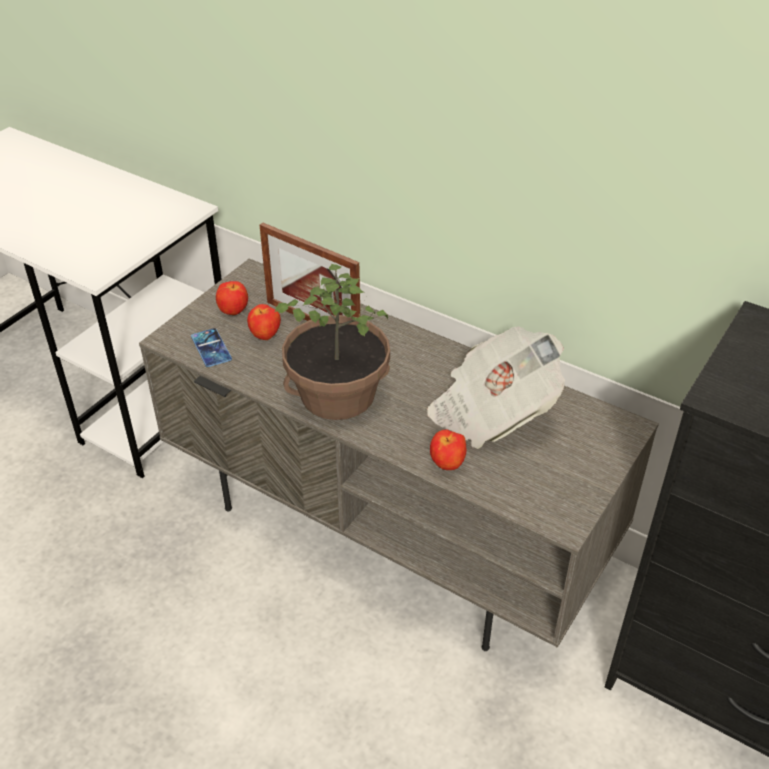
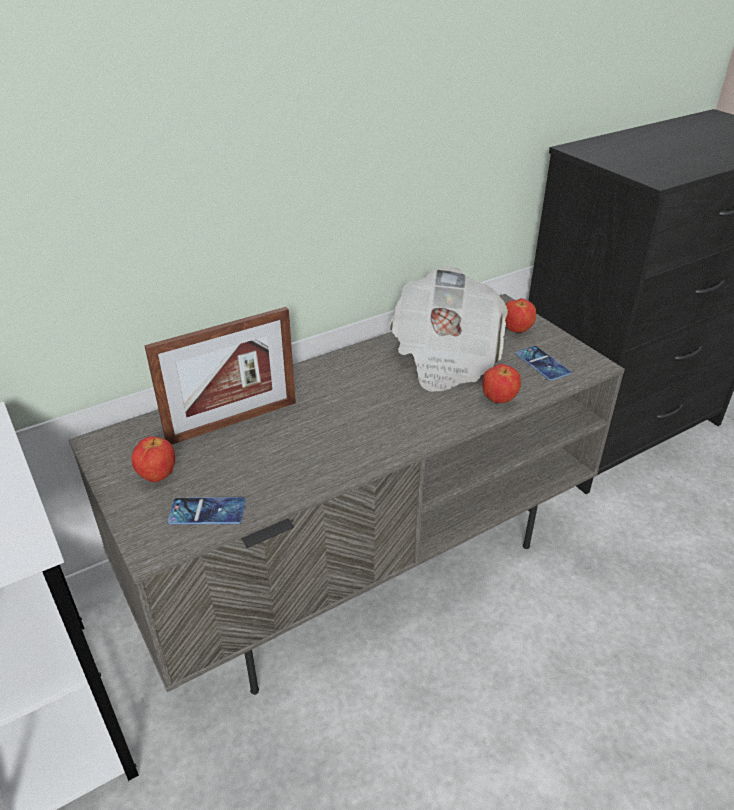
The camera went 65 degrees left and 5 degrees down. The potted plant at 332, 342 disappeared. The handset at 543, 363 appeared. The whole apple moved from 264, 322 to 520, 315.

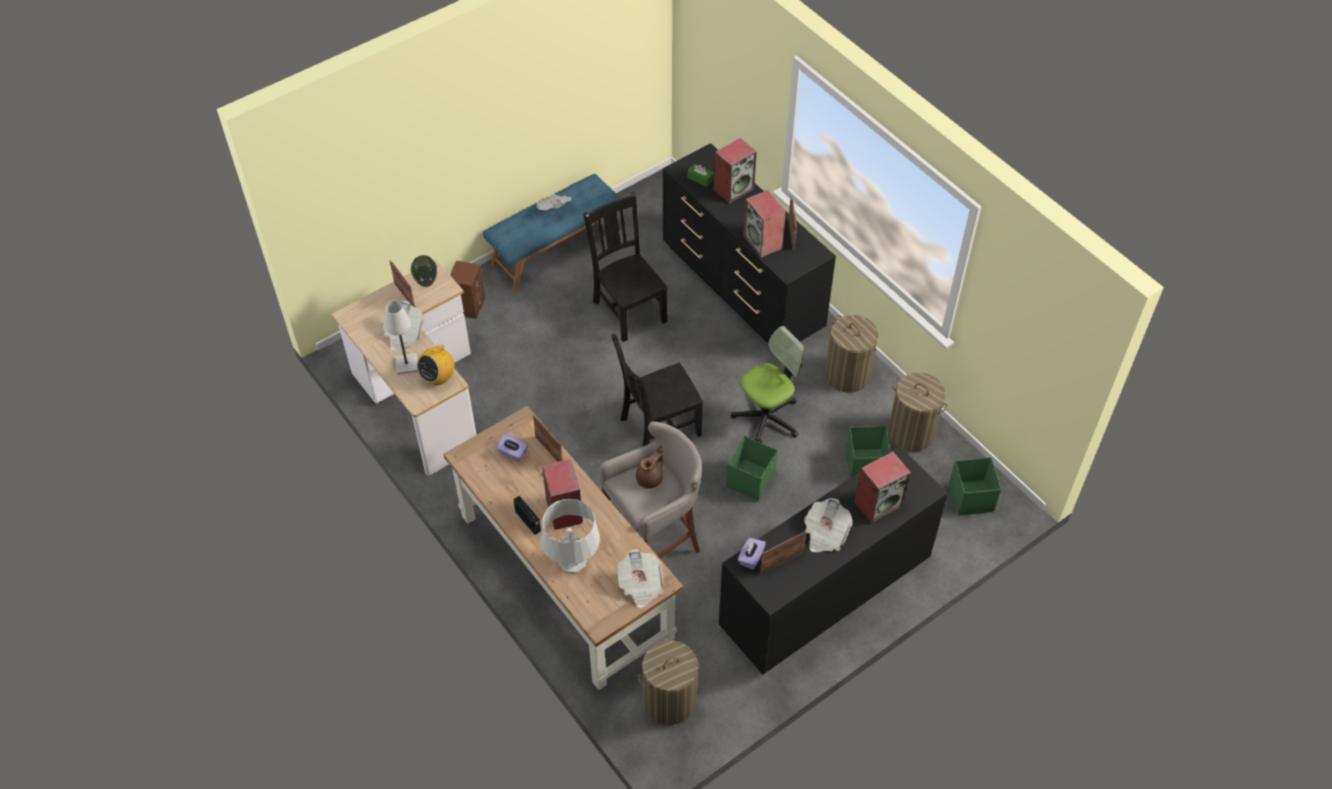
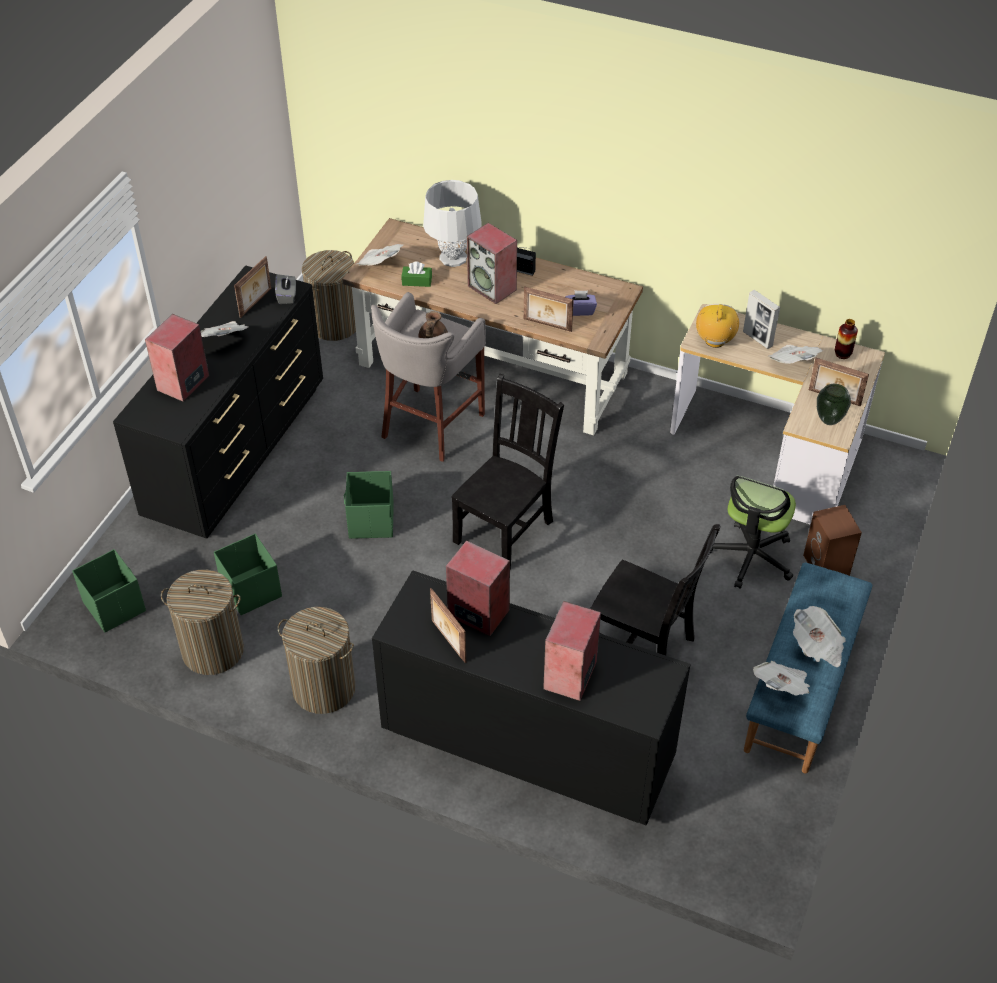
The camera went 150 degrees right and 5 degrees down. The printed paper at 781, 678 appeared. The vase at 846, 339 appeared. The greenish box of tissues moved from 701, 175 to 417, 274. The computer chair moved from 767, 384 to 753, 532. The white tabletop lamp at 401, 338 was replaced by the photo frame at 762, 319. The purple box of tissues at 752, 554 became the gray box of tissues at 285, 289.

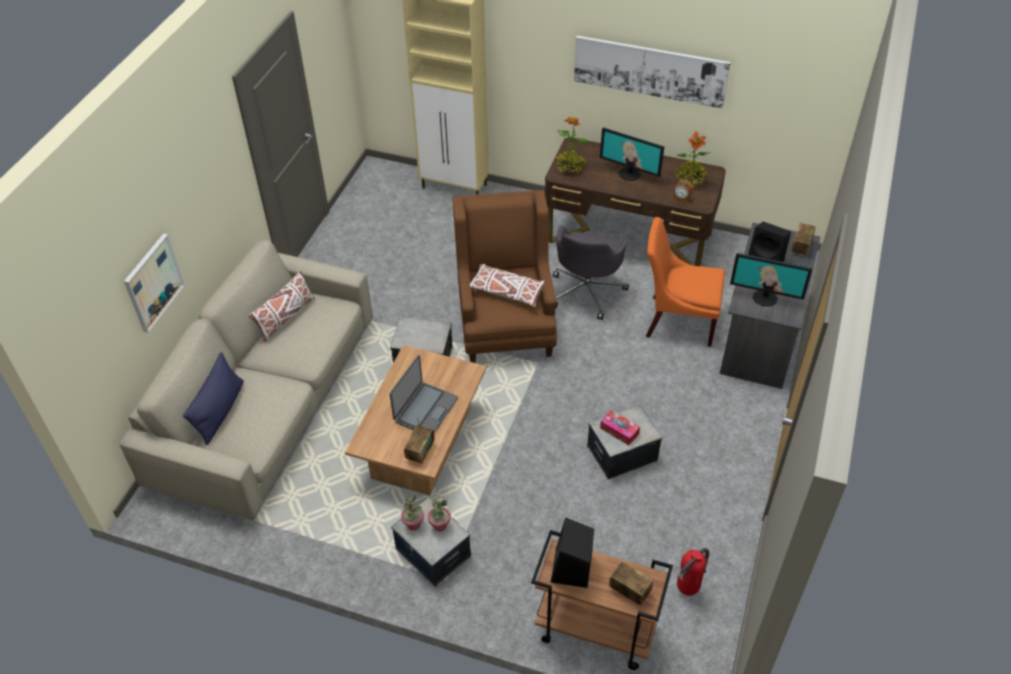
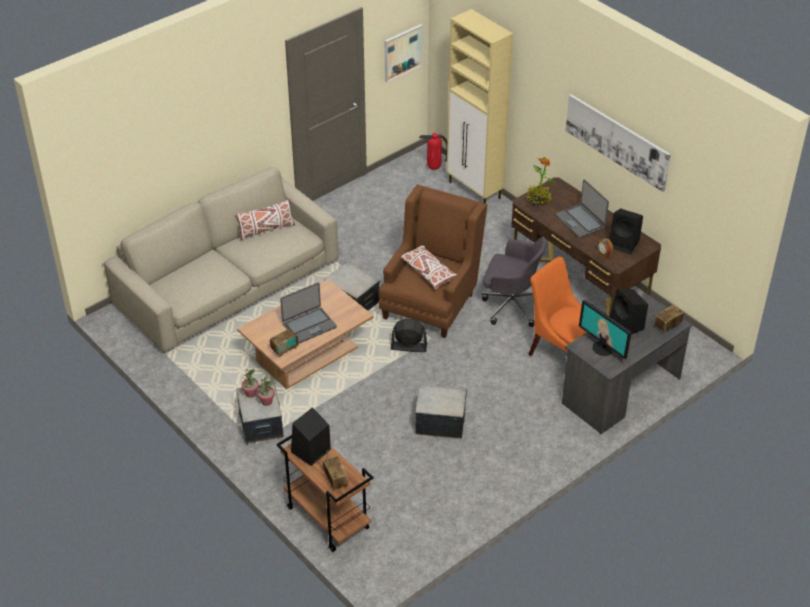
The camera went 30 degrees right and 5 degrees down. The blue throw pillow at 213, 398 disappeared. The box of tissues at 620, 428 disappeared. The black cooling fan at 409, 335 appeared. The wall art moved from 154, 283 to 404, 53. The fire extinguisher moved from 693, 572 to 433, 151. The computer display at 632, 154 was replaced by the laptop at 582, 208. The potted plant at 692, 159 was replaced by the black speaker at 626, 231. The gray computer chair at 591, 272 turned 120 degrees counterclockwise.

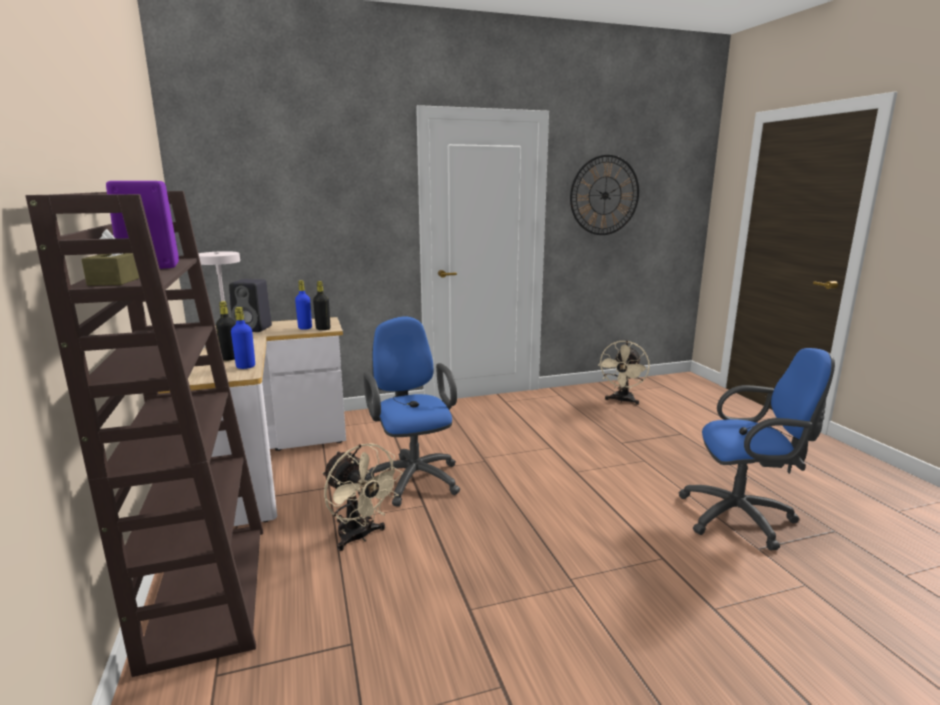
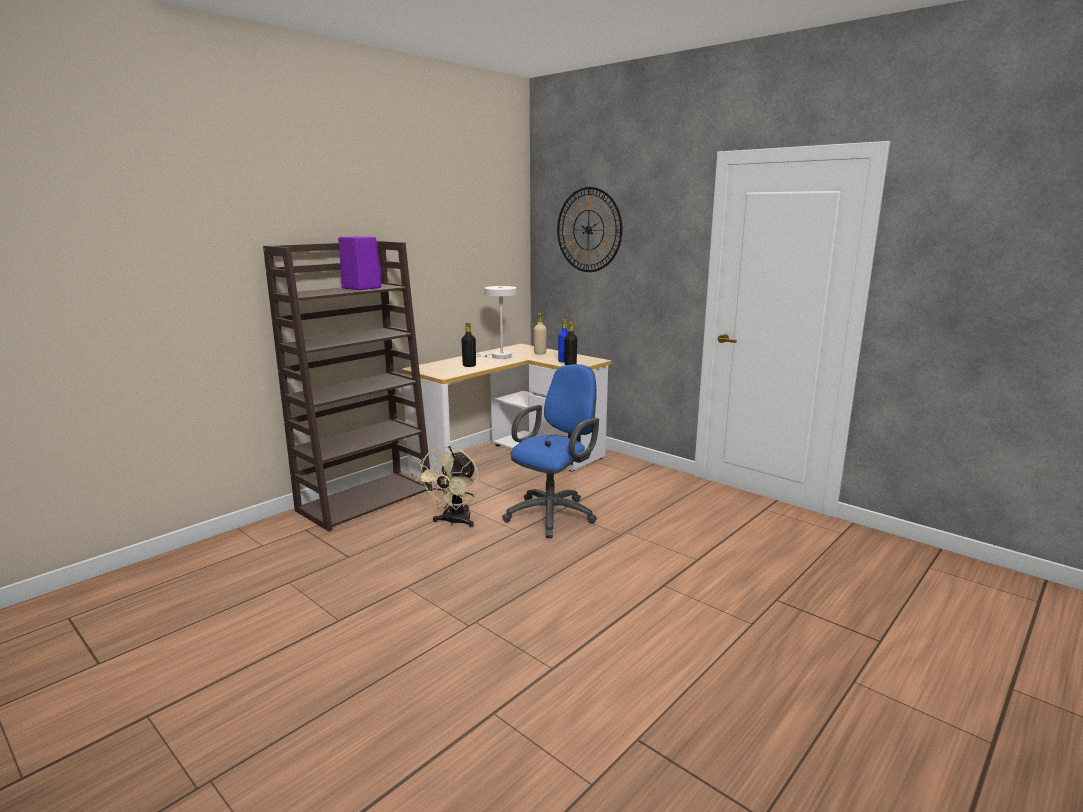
The camera went 60 degrees right and 0 degrees up. The brownish box of tissues at 110, 257 disappeared. The blue bottle at 243, 338 disappeared. The beige-coloured cooling fan at 623, 373 disappeared. The blue computer chair at 756, 449 disappeared. The wall clock moved from 604, 195 to 589, 229. The black speaker at 250, 305 was replaced by the beige-coloured bottle at 540, 334.

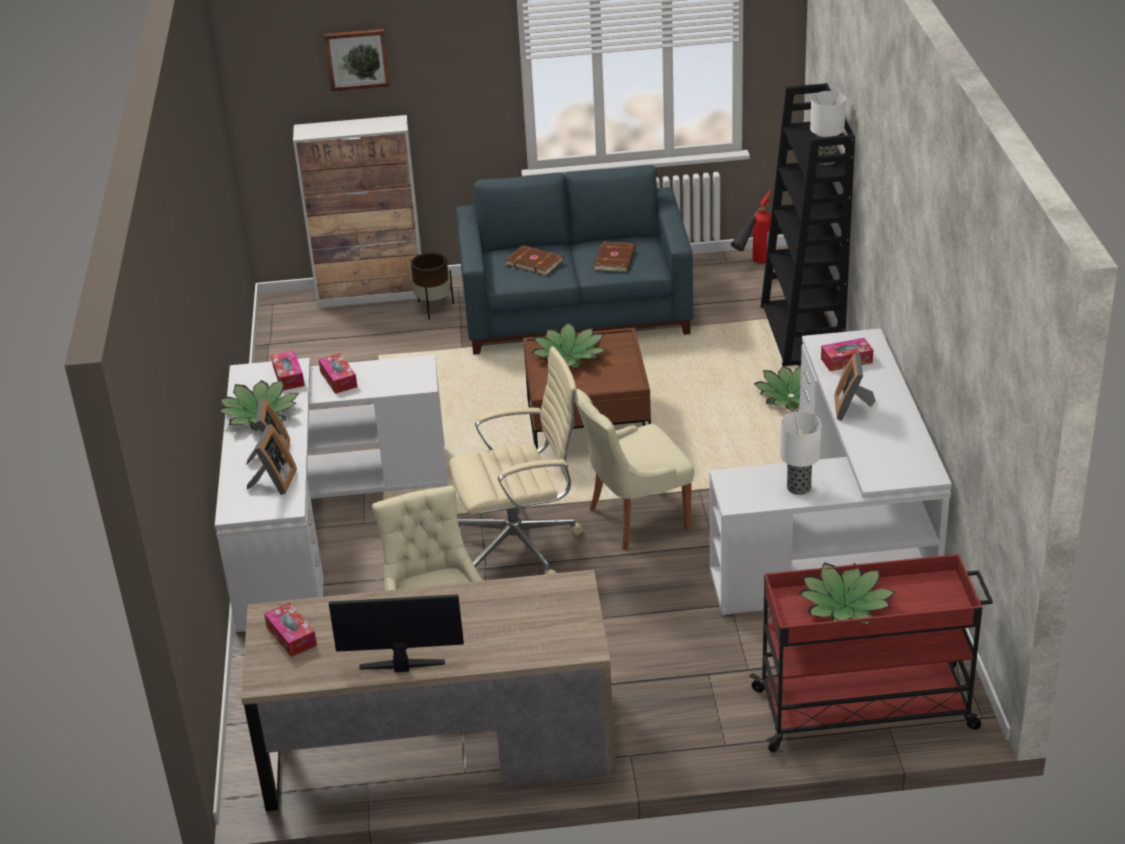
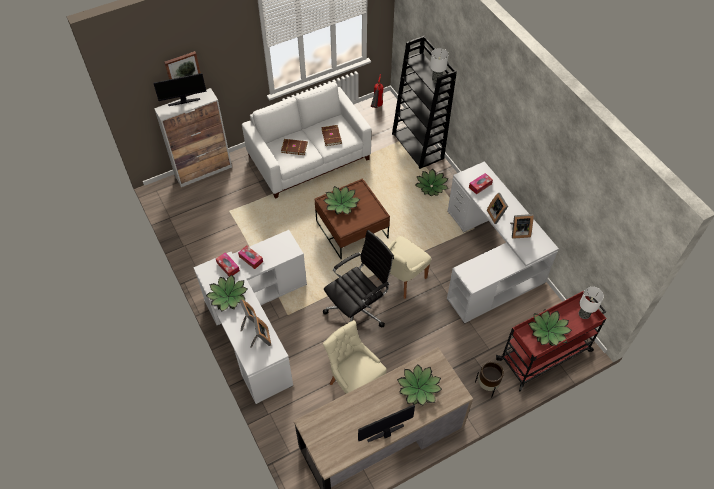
The camera went 25 degrees left and 20 degrees up. The box of tissues at 290, 629 disappeared. The computer display at 180, 89 appeared. The potted plant at 419, 385 appeared. The photo frame at 522, 226 appeared. The brownish plant pot moved from 432, 286 to 489, 380. The tabletop lamp moved from 801, 453 to 591, 302. The beige-coloured computer chair at 516, 460 became the black computer chair at 358, 278. The blue sofa at 574, 260 became the white sofa at 306, 140.

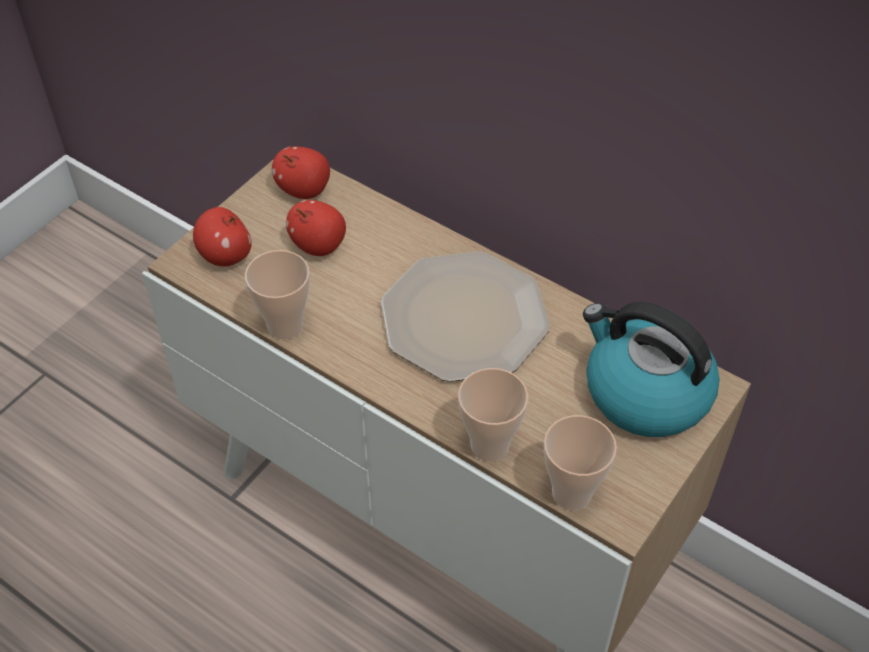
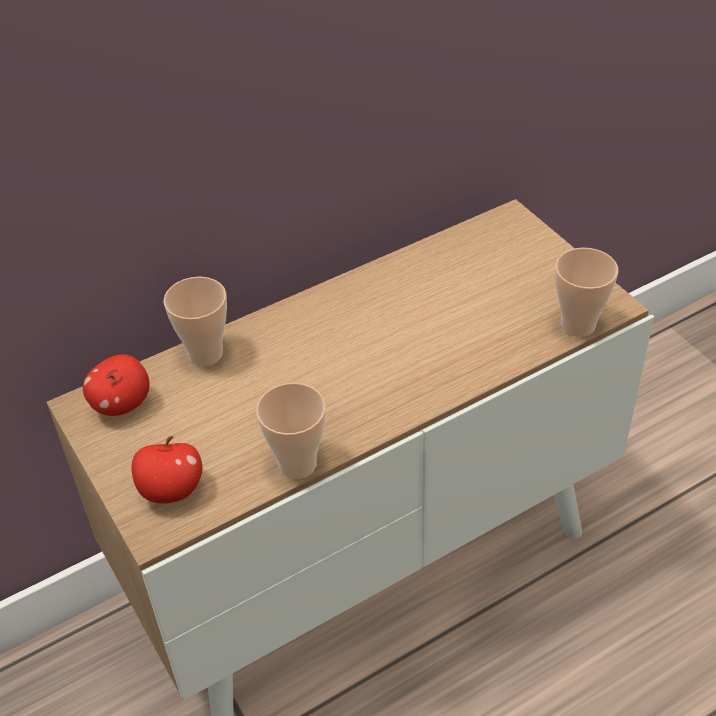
The camera went 65 degrees left and 5 degrees down. The whole apple at 316, 228 disappeared. The plate at 465, 316 disappeared. The kettle at 651, 369 disappeared. The small cup moved from 493, 415 to 195, 321.

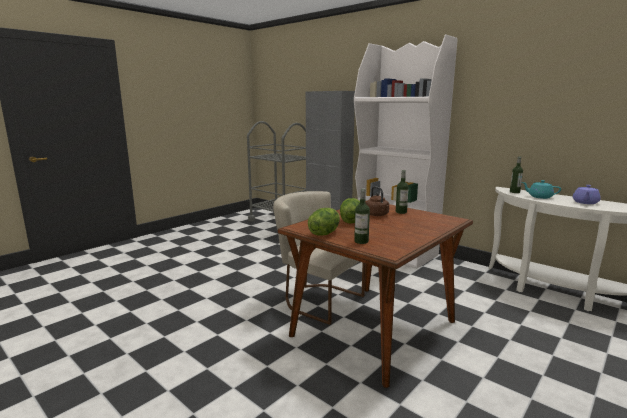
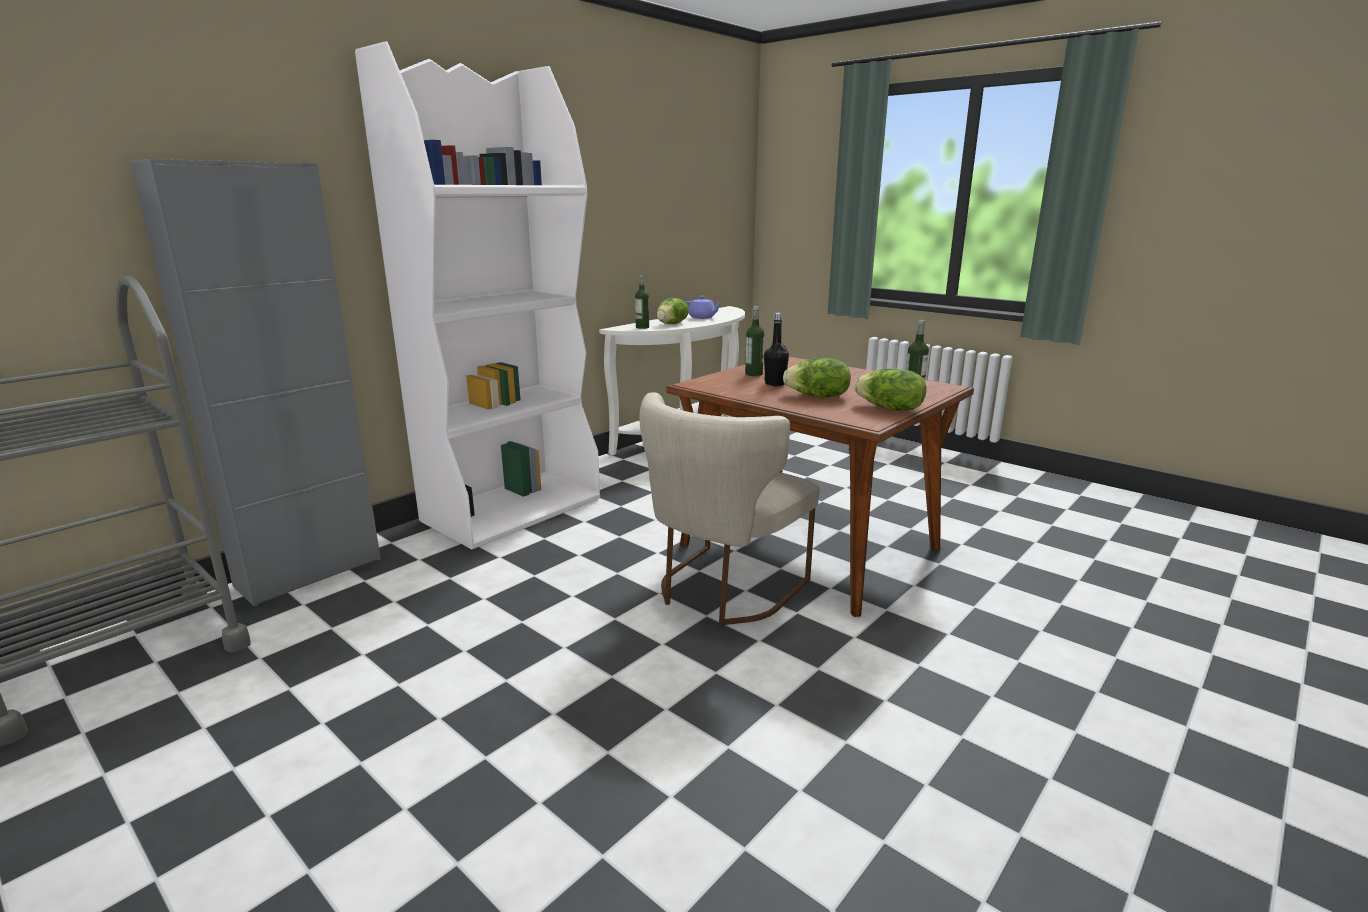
The camera went 90 degrees left and 5 degrees up. The brownish kettle at 377, 201 was replaced by the black bottle at 776, 349. The turquoise teapot at 541, 189 was replaced by the lettuce at 673, 311.

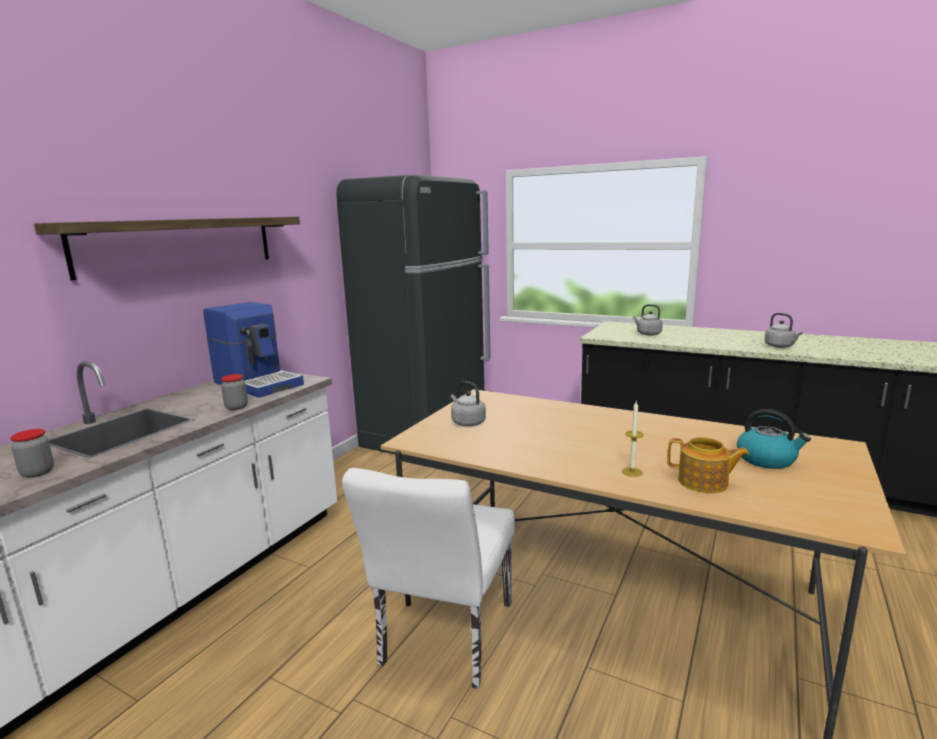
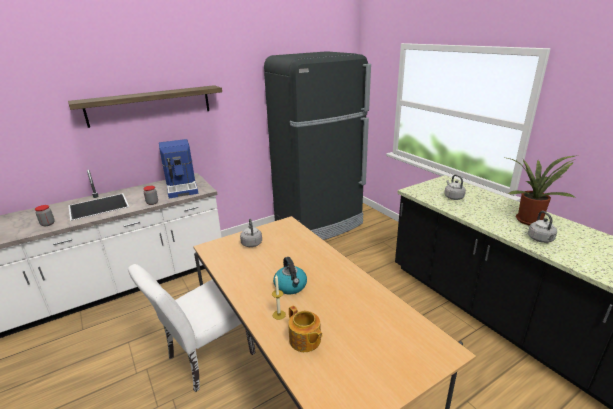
The camera went 30 degrees right and 10 degrees up. The potted plant at 541, 190 appeared. The kettle moved from 774, 439 to 290, 275.

